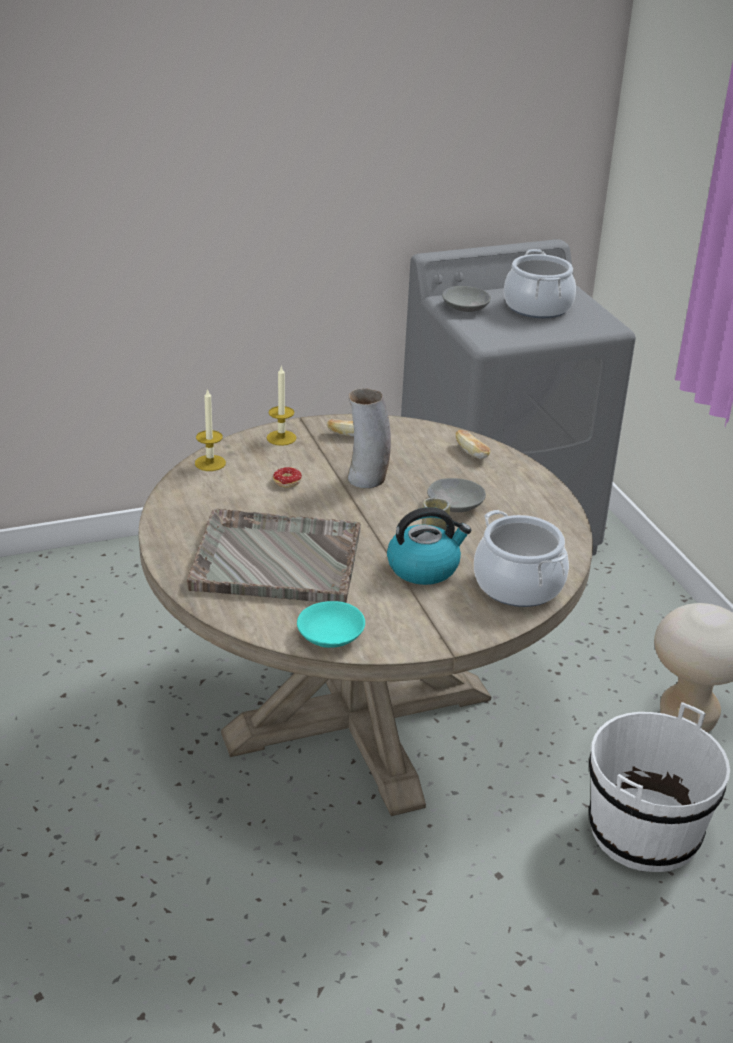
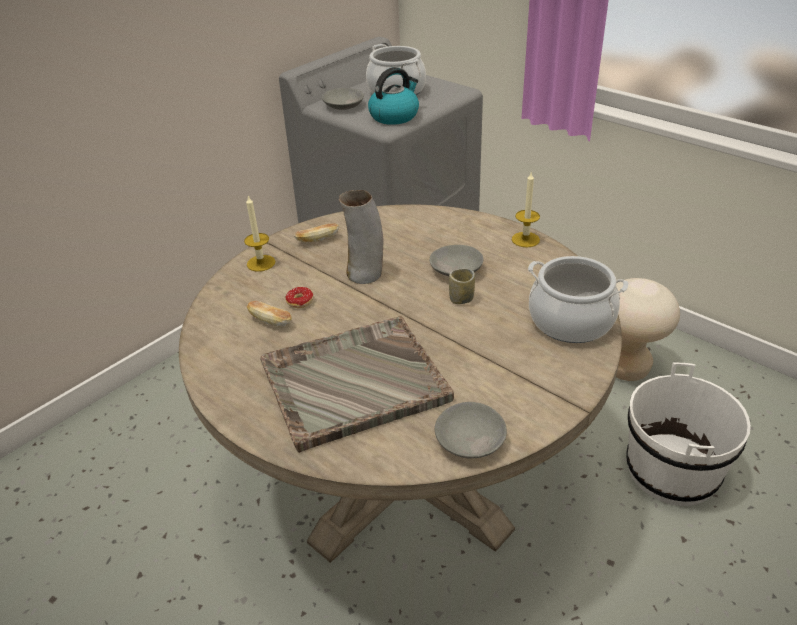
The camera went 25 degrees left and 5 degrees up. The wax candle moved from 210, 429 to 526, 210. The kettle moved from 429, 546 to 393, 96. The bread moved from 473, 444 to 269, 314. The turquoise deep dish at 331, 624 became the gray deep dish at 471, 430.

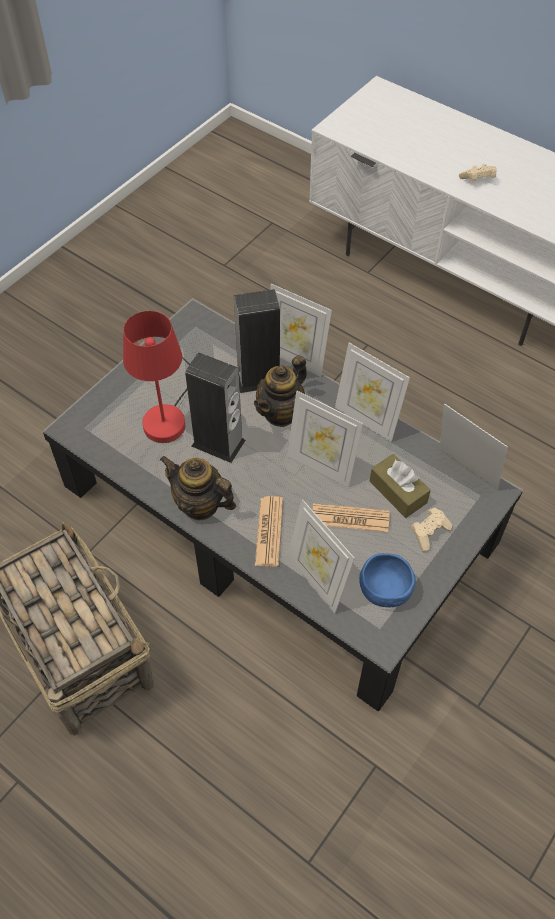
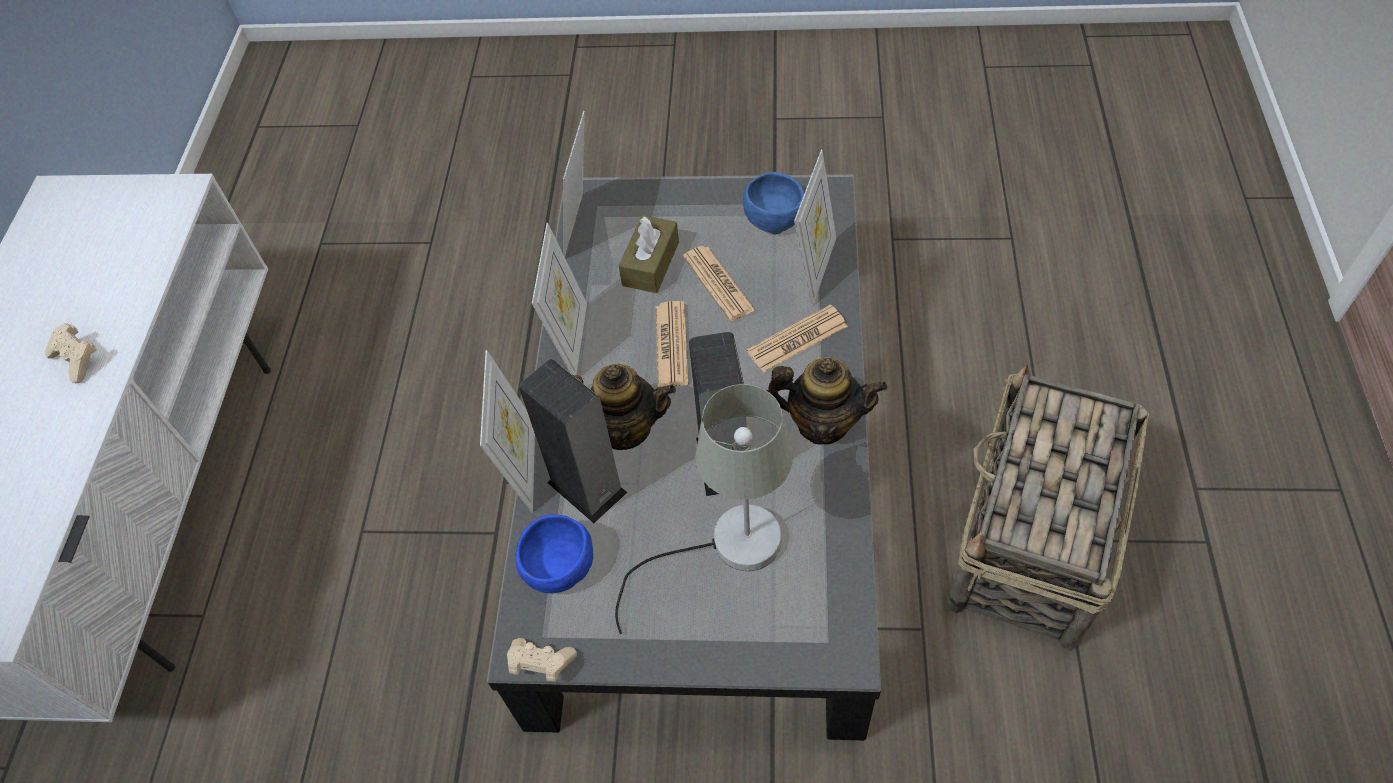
The camera went 120 degrees left and 0 degrees up. The blue deep dish at 554, 554 appeared. The beige-coloured game controller moved from 431, 529 to 542, 660. The photo frame at 325, 439 was replaced by the printed paper at 672, 344. The red tabletop lamp at 156, 377 became the gray tabletop lamp at 704, 509. The teapot at 198, 488 turned 75 degrees counterclockwise.

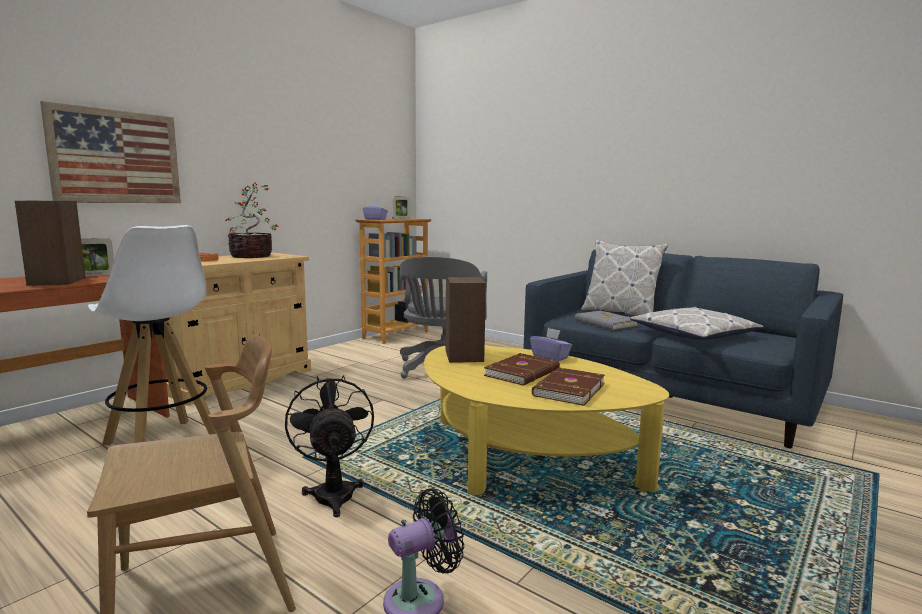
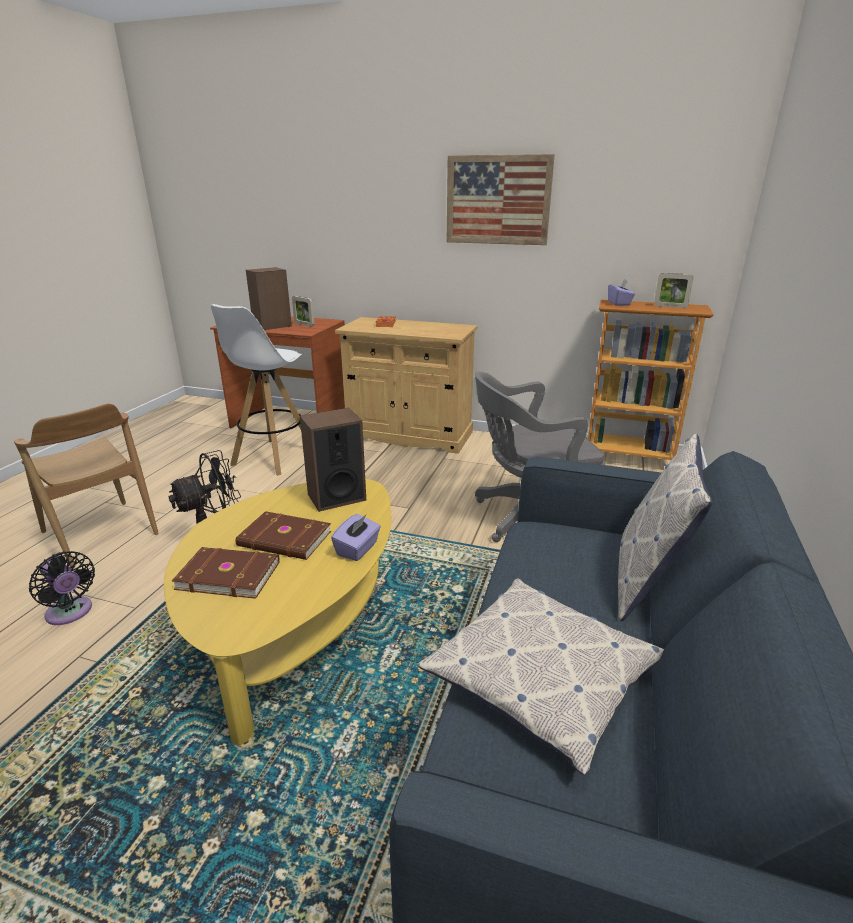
The camera went 70 degrees right and 15 degrees up. The potted plant at 252, 220 disappeared. The gray book at 606, 320 disappeared. The wall art moved from 110, 152 to 501, 199.

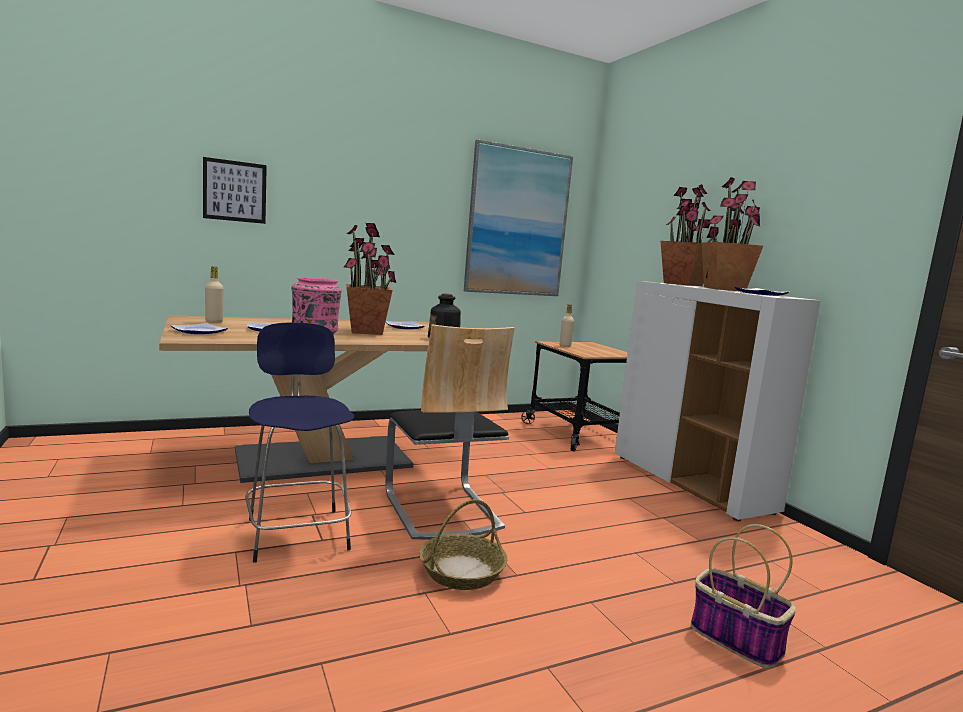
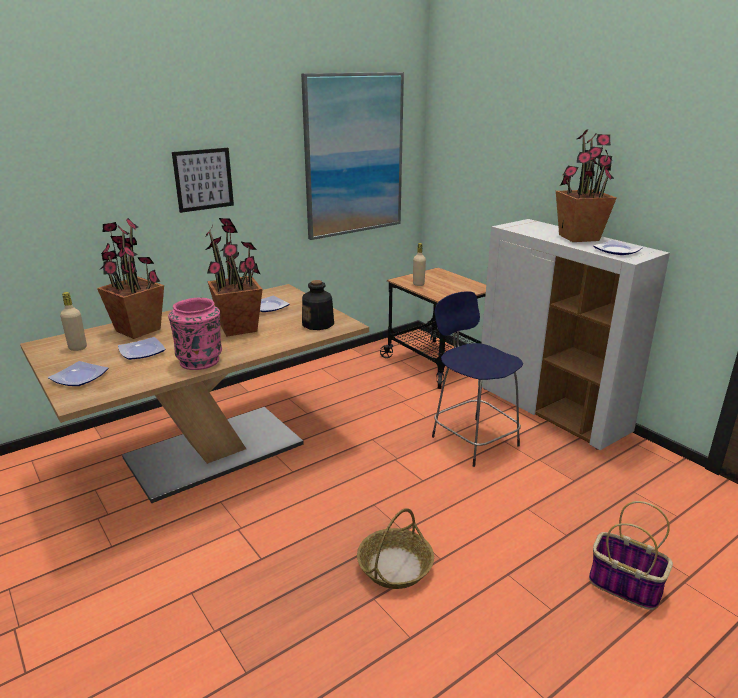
The camera went 10 degrees left and 15 degrees up. The plain chair at 449, 431 disappeared. The wall art moved from 235, 190 to 203, 180. The blue sitting stool moved from 299, 442 to 477, 379. The potted plant moved from 686, 235 to 130, 278.

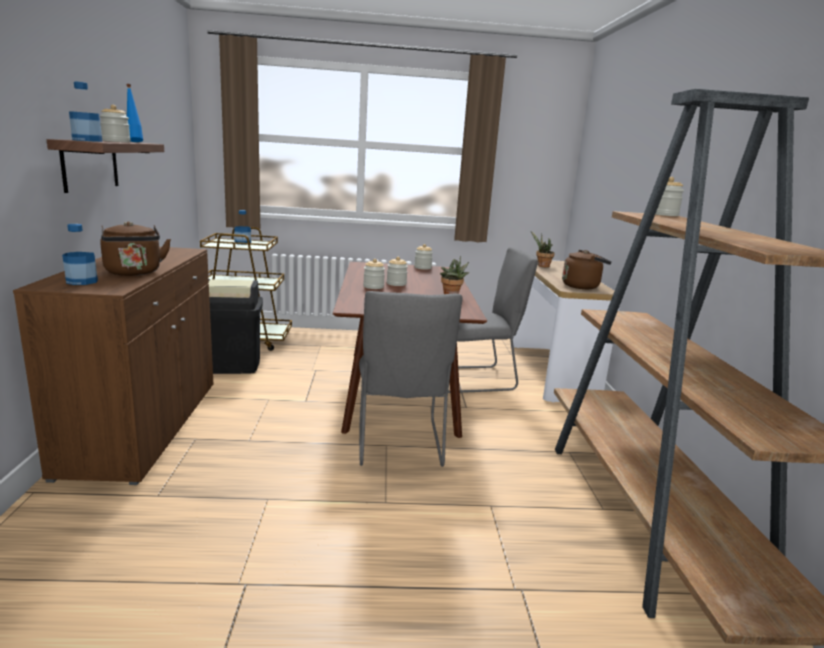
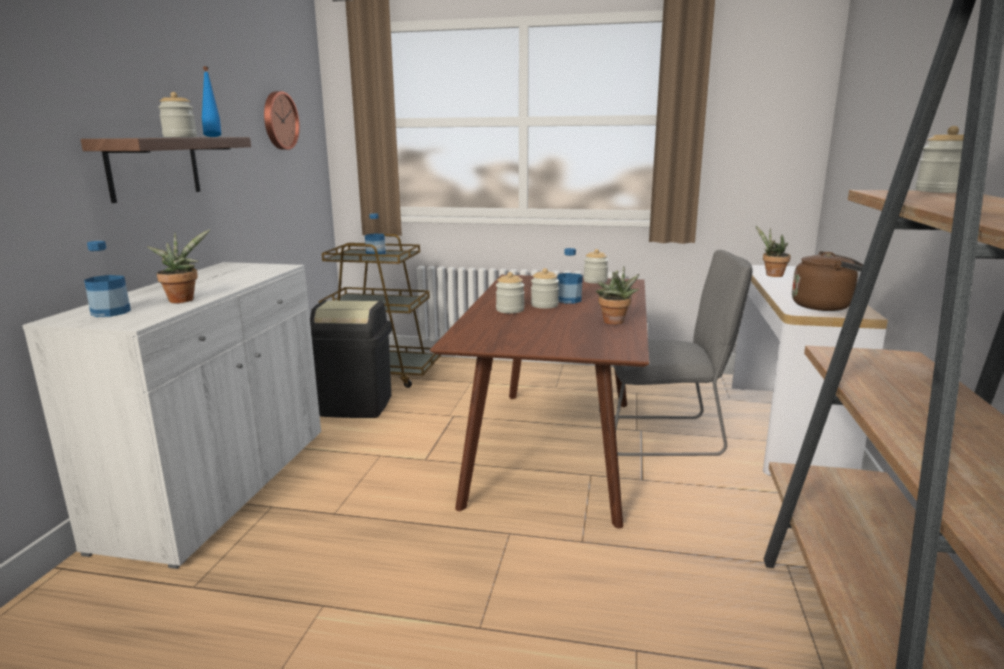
The camera went 15 degrees right and 0 degrees up. The gray plain chair at 410, 379 disappeared. The wall clock at 282, 120 appeared. The bottle moved from 85, 112 to 570, 275. The brownish kettle at 135, 248 was replaced by the potted plant at 178, 266. The brownish storage cabinet at 113, 366 became the white storage cabinet at 171, 415.

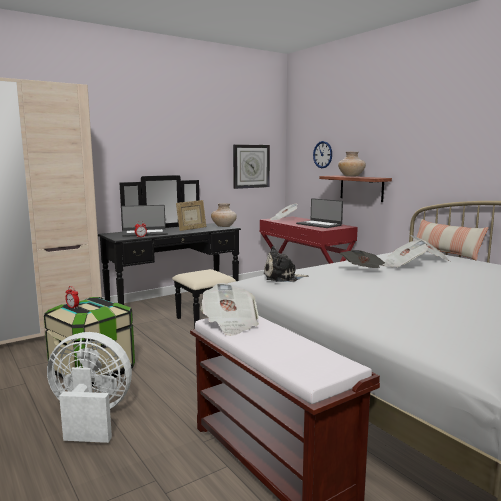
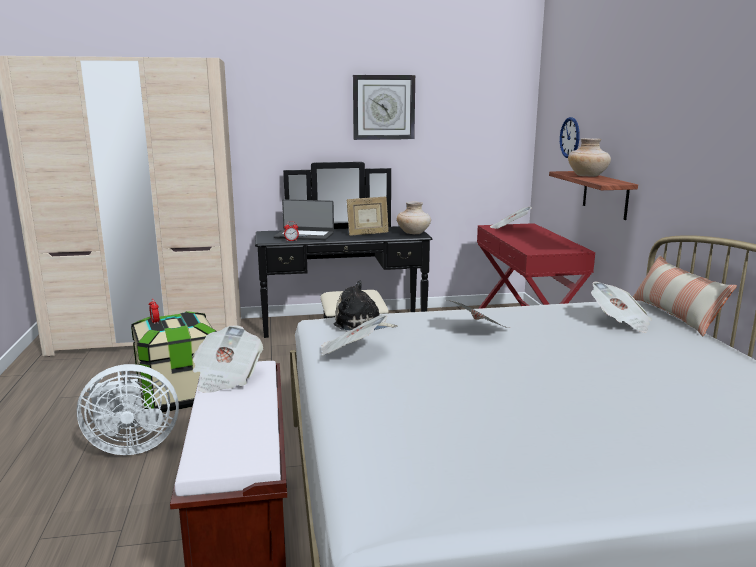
The camera went 25 degrees right and 5 degrees up. The laptop at 319, 213 disappeared. The wall clock moved from 251, 166 to 384, 107. The printed paper moved from 404, 254 to 354, 335. The white cooling fan at 89, 387 turned 135 degrees clockwise.

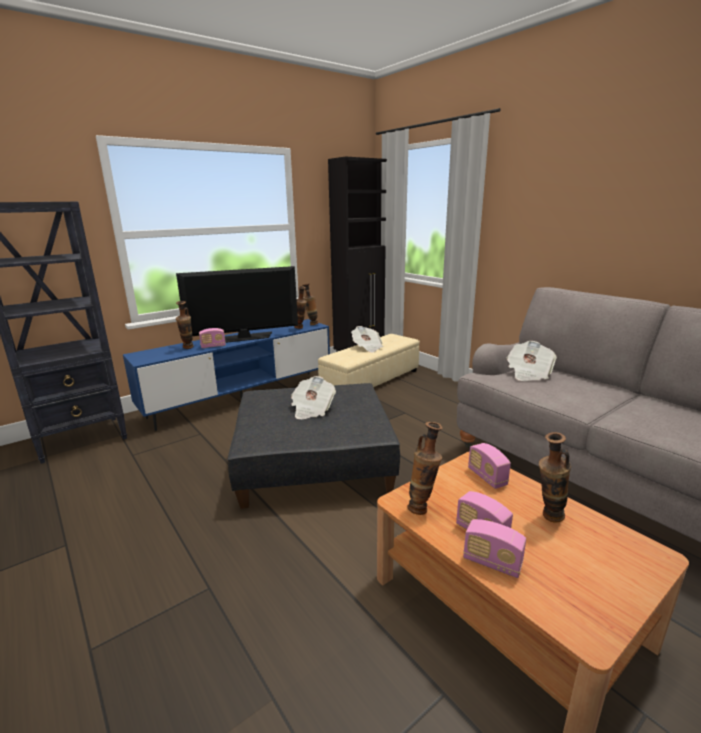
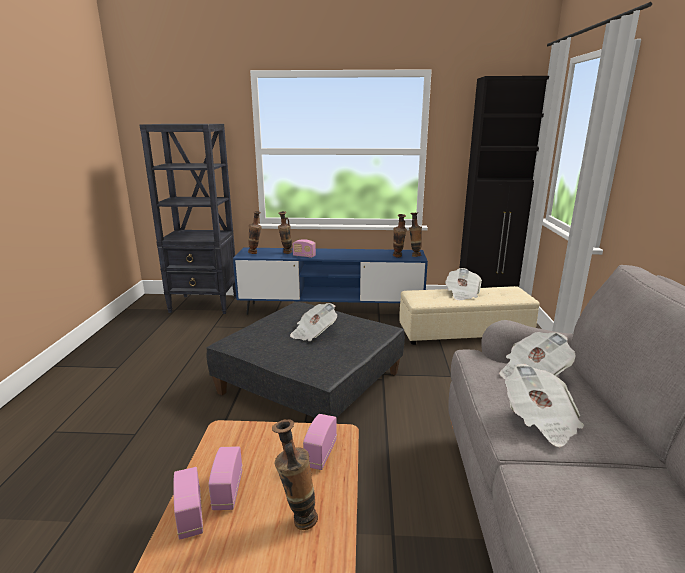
The camera went 40 degrees right and 0 degrees up. The TV set at 237, 304 disappeared. The printed paper at 544, 405 appeared. The vase moved from 425, 468 to 255, 232.

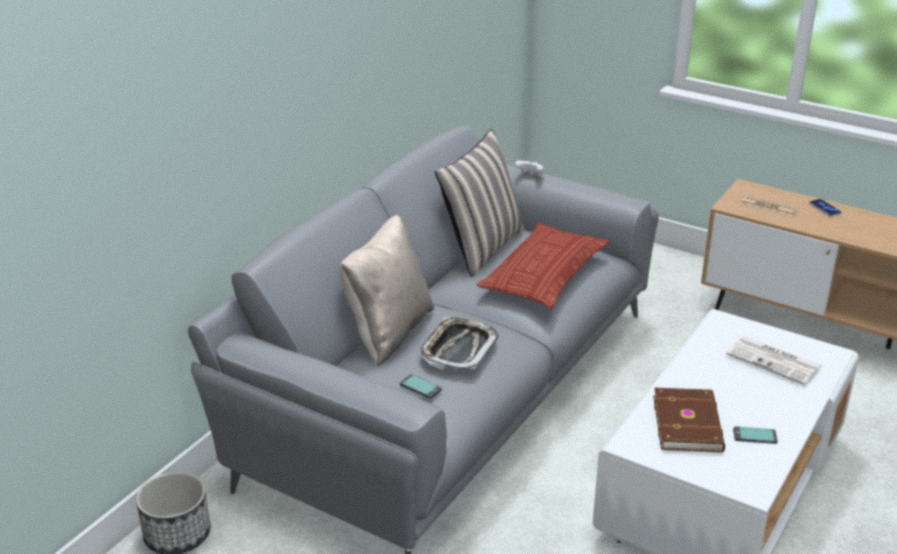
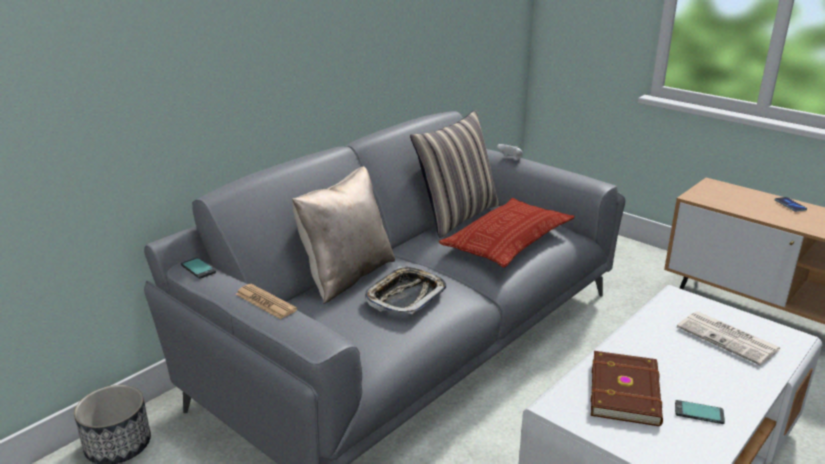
The camera went 10 degrees right and 5 degrees down. The handset moved from 421, 386 to 198, 268. The printed paper moved from 768, 205 to 266, 301.

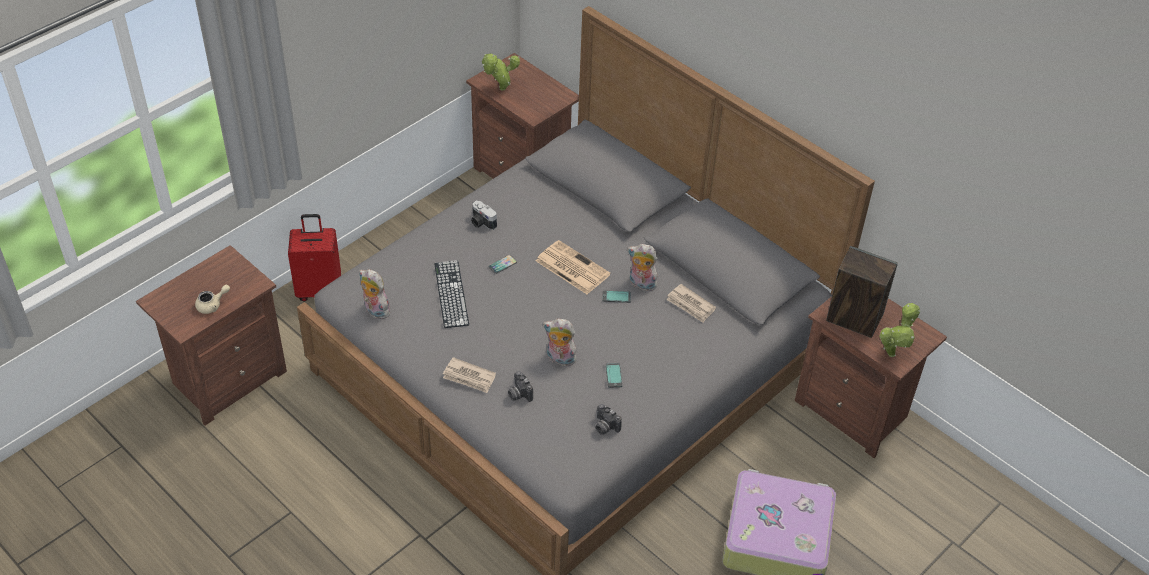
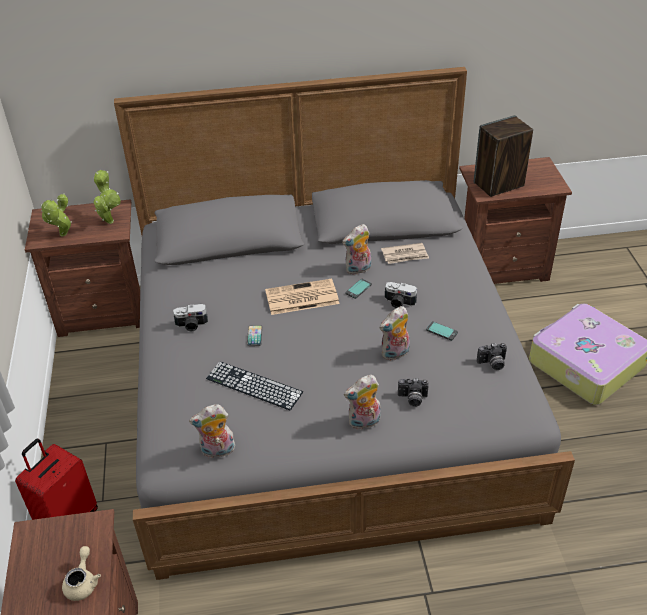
The camera went 50 degrees left and 5 degrees down. The still camera at 401, 295 appeared. The potted plant moved from 900, 330 to 107, 197. The printed paper at 469, 375 was replaced by the cuddly toy at 362, 402.

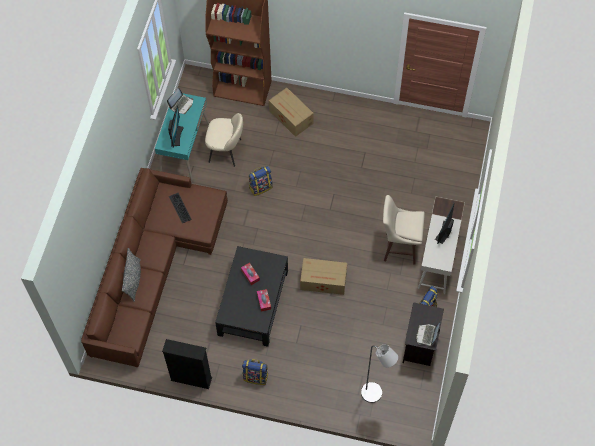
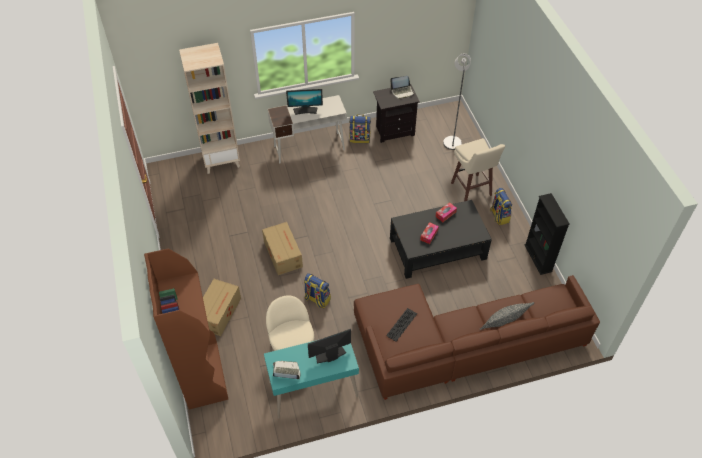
The camera went 120 degrees left and 10 degrees down. The beige-coloured bookcase at 209, 108 appeared. The packing box moved from 323, 276 to 282, 248. The beige-coloured sitting stool moved from 404, 230 to 478, 169.

